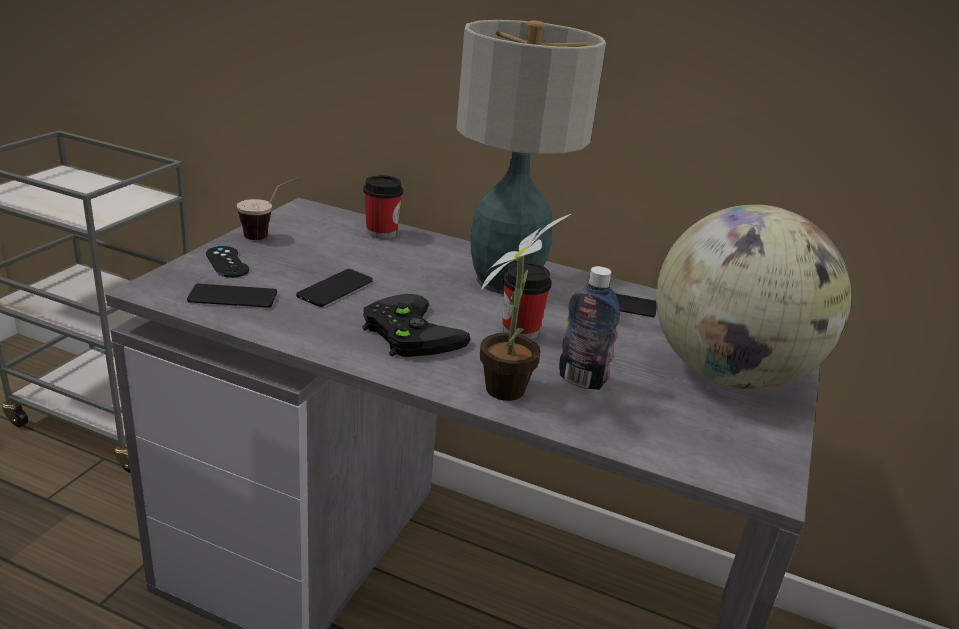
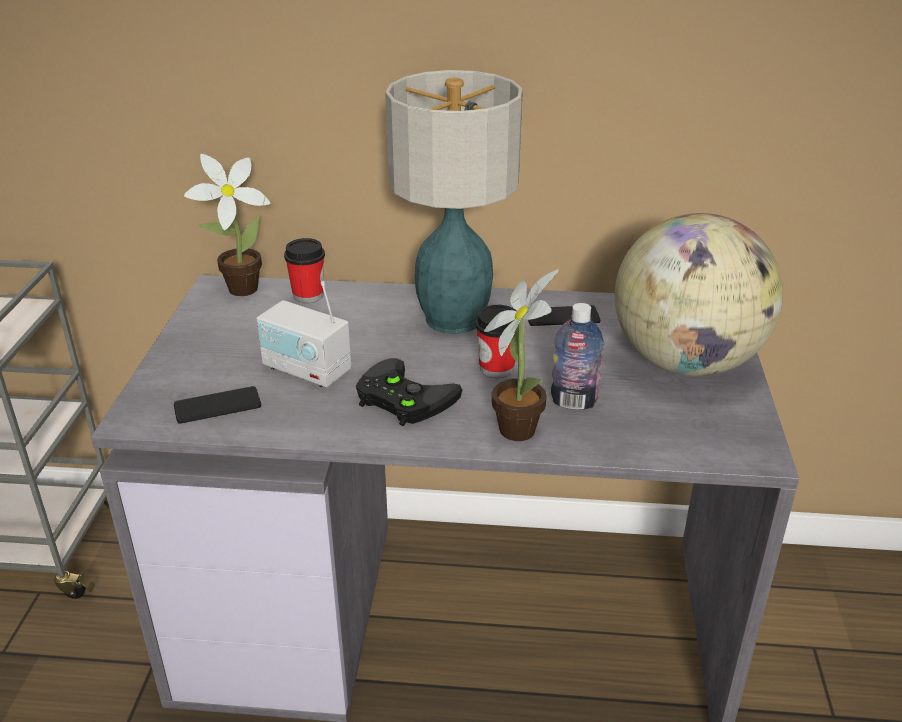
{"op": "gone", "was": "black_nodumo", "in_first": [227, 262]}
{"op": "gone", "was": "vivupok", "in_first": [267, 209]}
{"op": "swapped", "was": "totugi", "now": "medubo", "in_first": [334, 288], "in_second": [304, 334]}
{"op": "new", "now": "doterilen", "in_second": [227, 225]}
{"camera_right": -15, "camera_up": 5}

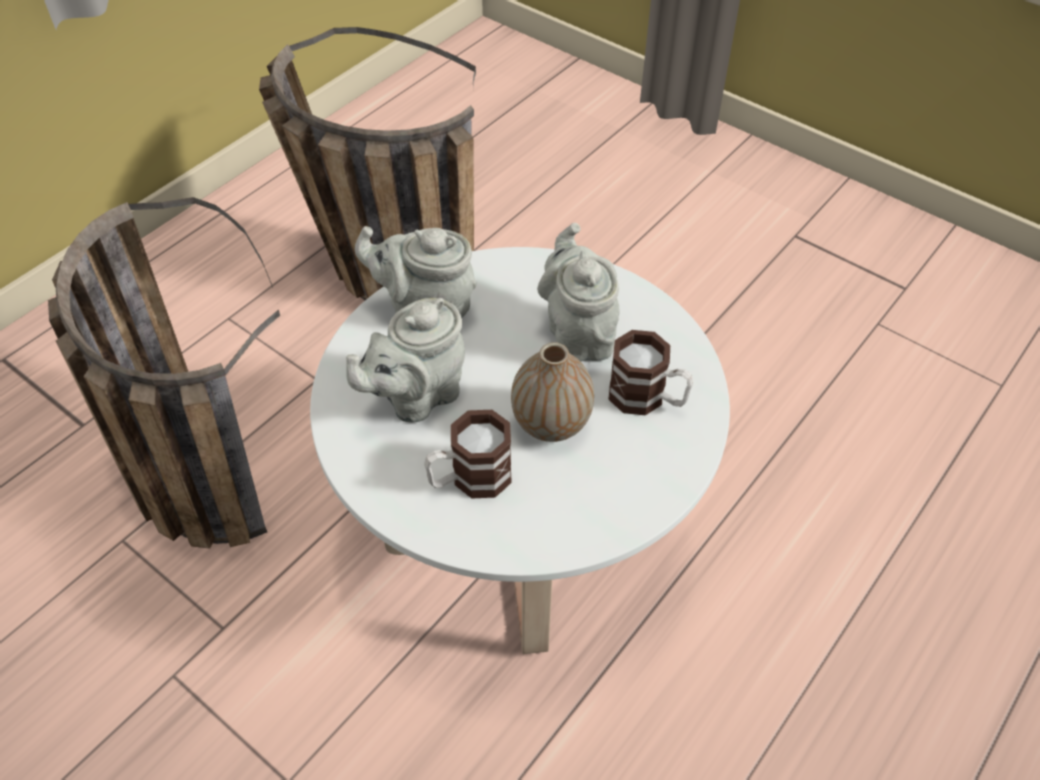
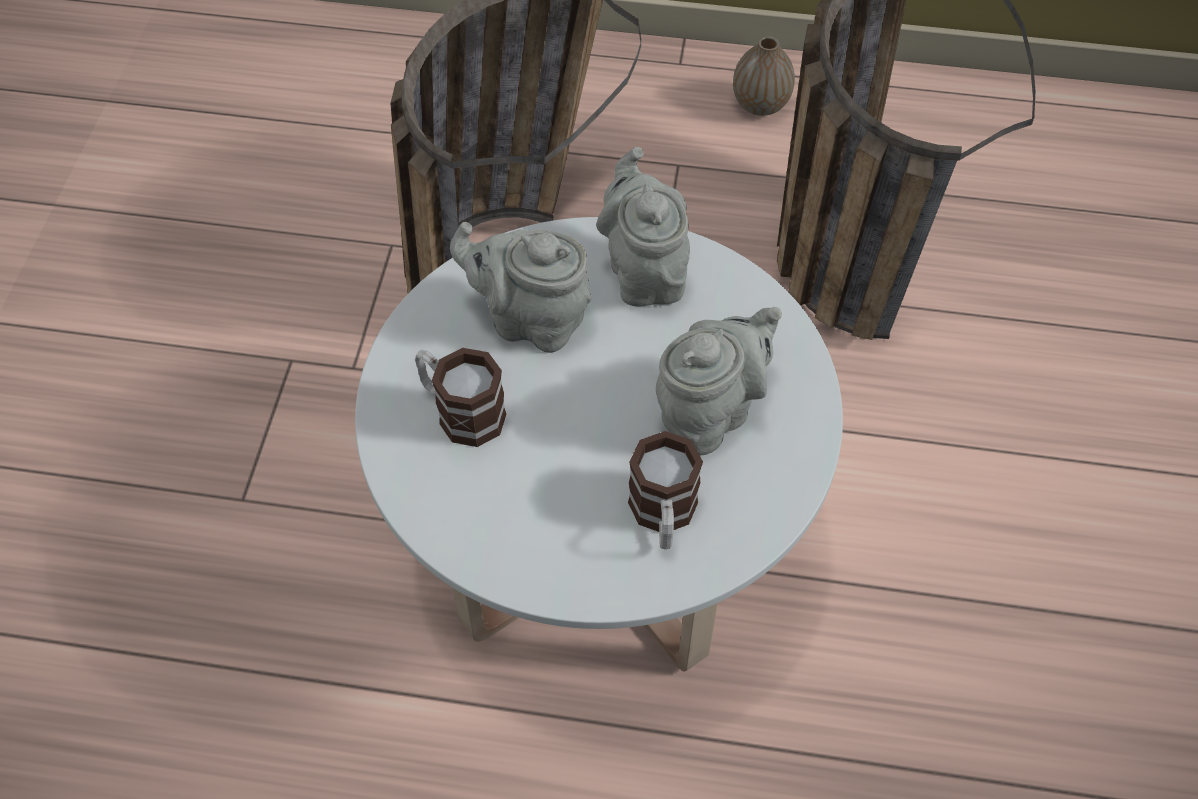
{"op": "shifted", "was": "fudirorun", "in_first": [552, 392], "in_second": [764, 76]}
{"camera_right": 60, "camera_up": 5}

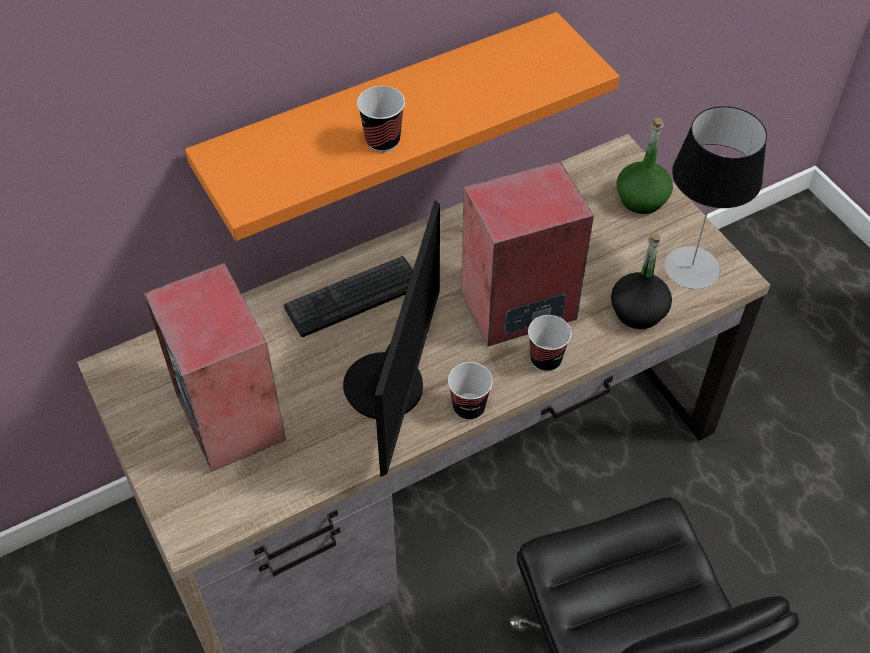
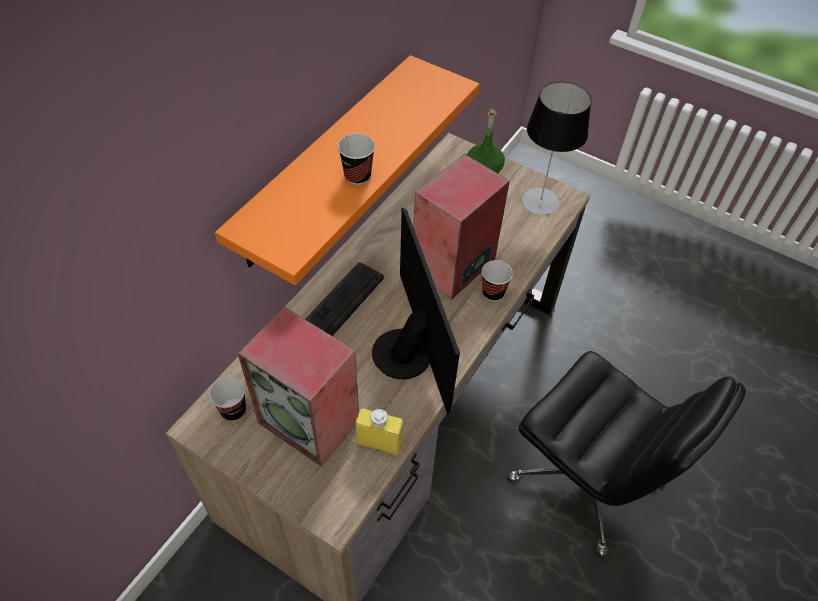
{"op": "shifted", "was": "vivupok", "in_first": [470, 391], "in_second": [227, 399]}
{"op": "gone", "was": "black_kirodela", "in_first": [641, 281]}
{"op": "new", "now": "yellow_kirodela", "in_second": [379, 431]}
{"camera_right": -30, "camera_up": 0}

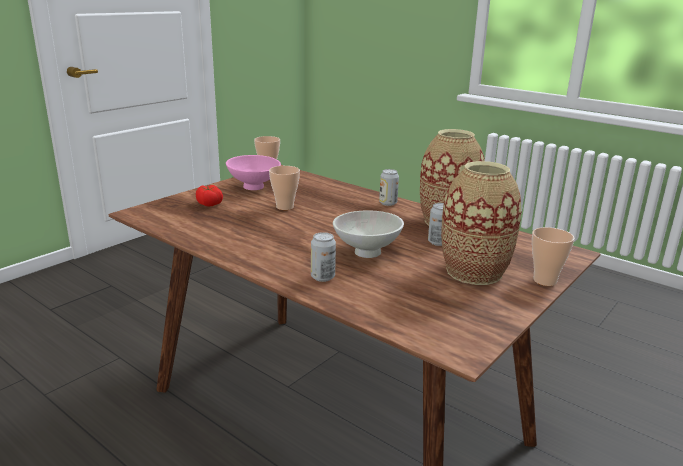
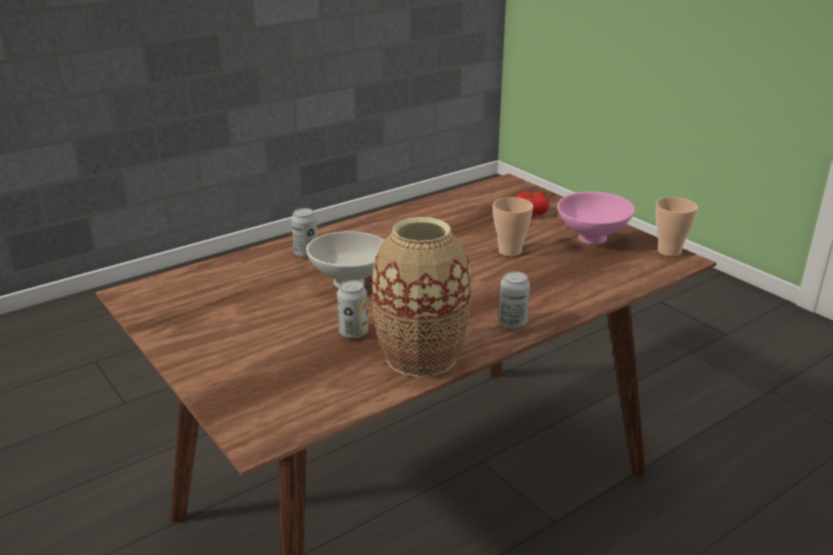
{"op": "gone", "was": "fudirorun", "in_first": [481, 223]}
{"op": "gone", "was": "vivupok", "in_first": [553, 256]}
{"camera_right": 105, "camera_up": 5}

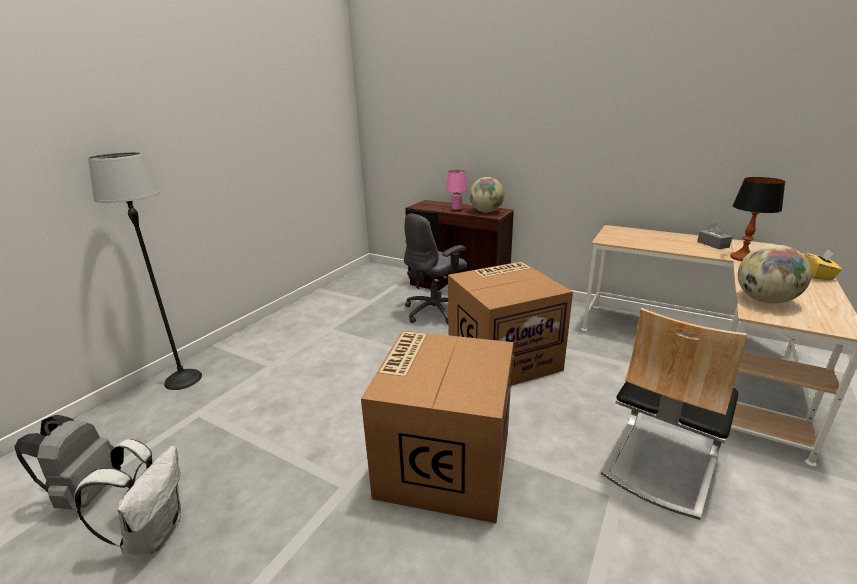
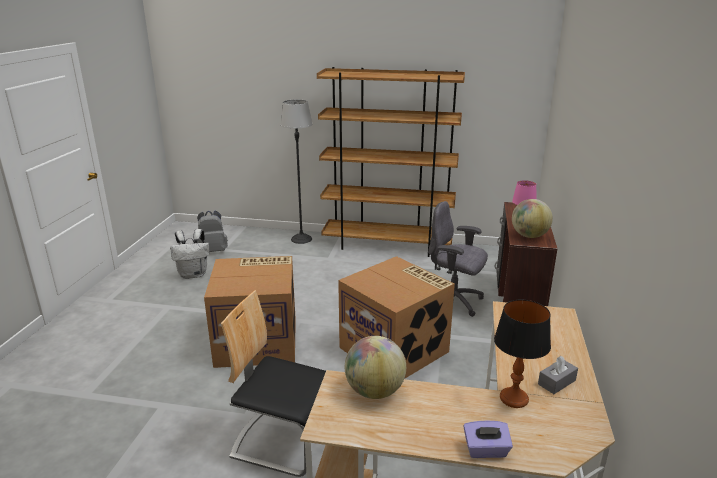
{"op": "repainted", "was": "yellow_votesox", "now": "purple_votesox", "in_first": [823, 265], "in_second": [488, 439]}
{"op": "new", "now": "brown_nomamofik", "in_second": [391, 162]}
{"camera_right": 70, "camera_up": 0}

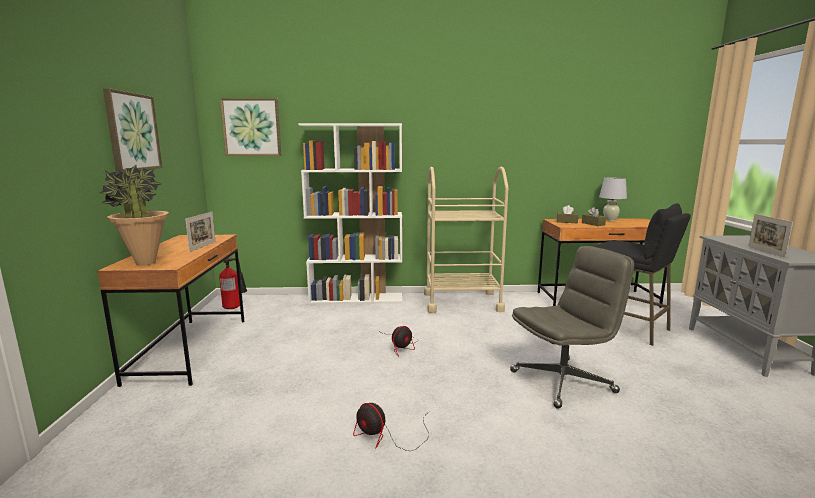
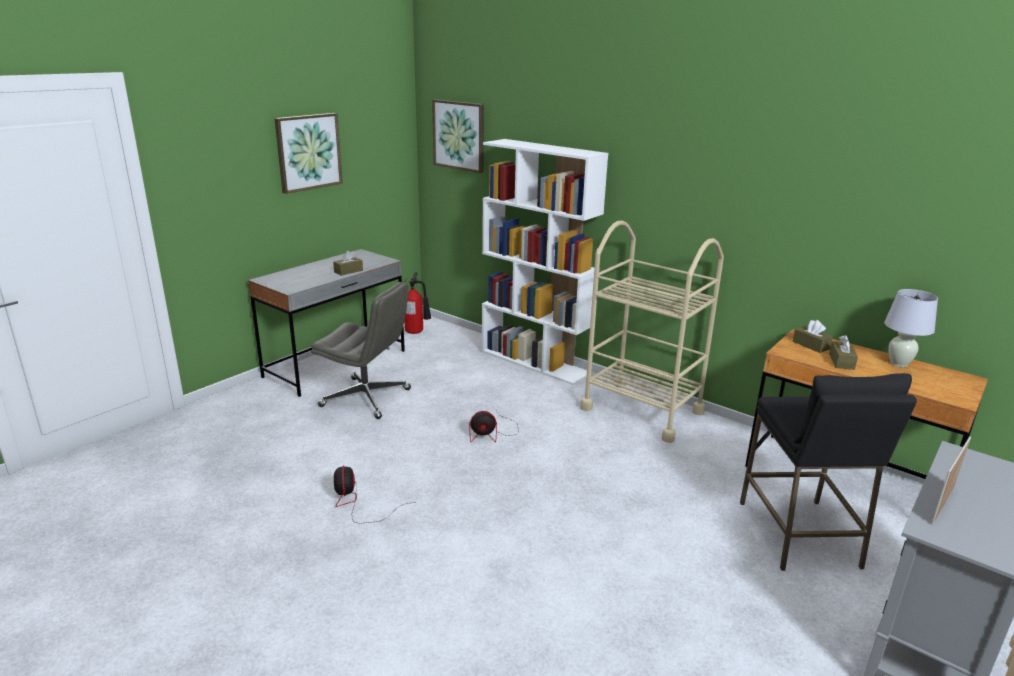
{"op": "repainted", "was": "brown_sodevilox", "now": "grey_sodevilox", "in_first": [170, 311], "in_second": [326, 323]}
{"op": "gone", "was": "doterilen", "in_first": [134, 215]}
{"op": "swapped", "was": "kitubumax", "now": "brown_votesox", "in_first": [200, 232], "in_second": [348, 263]}
{"op": "shifted", "was": "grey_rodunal", "in_first": [572, 327], "in_second": [361, 350]}
{"camera_right": 40, "camera_up": 10}

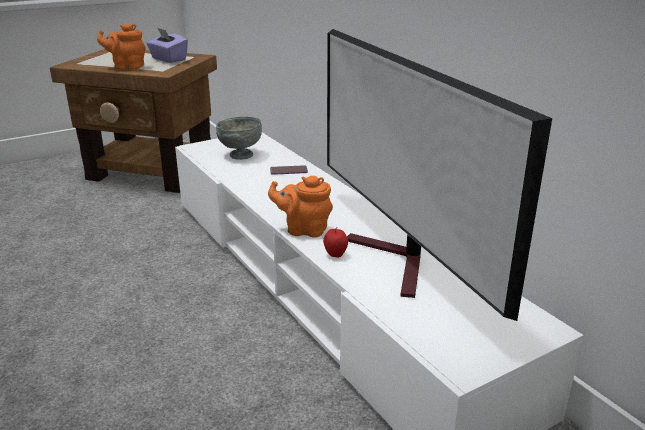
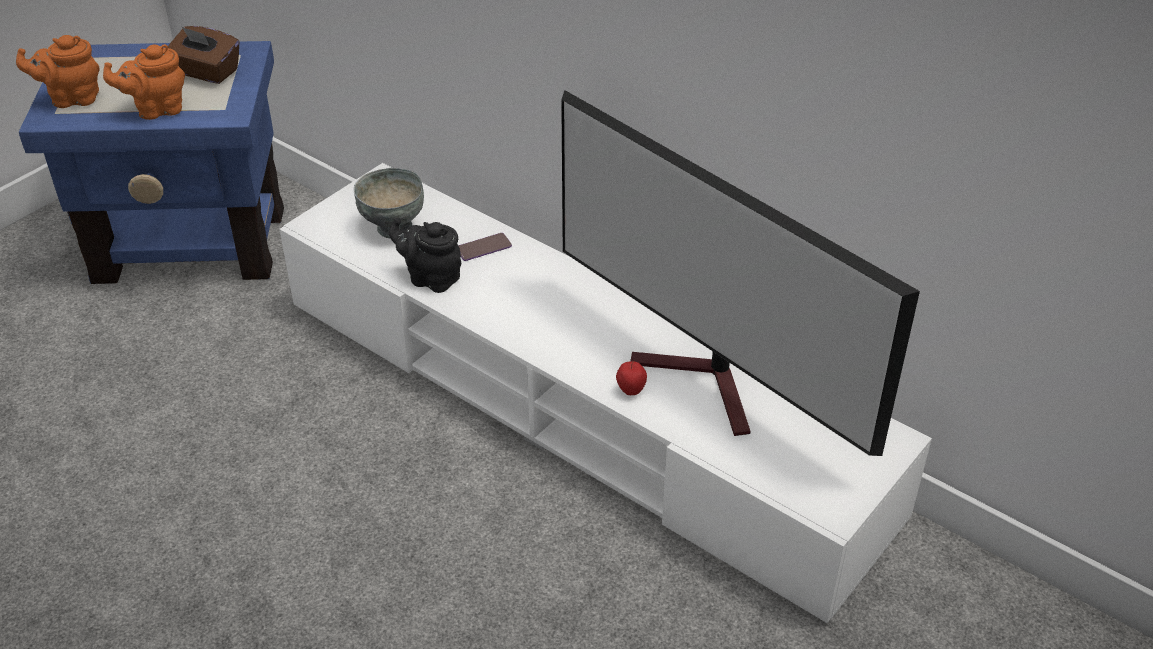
{"op": "repainted", "was": "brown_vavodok", "now": "blue_vavodok", "in_first": [133, 121], "in_second": [151, 162]}
{"op": "repainted", "was": "purple_votesox", "now": "brown_votesox", "in_first": [167, 45], "in_second": [203, 55]}
{"op": "shifted", "was": "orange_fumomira", "in_first": [300, 206], "in_second": [58, 71]}
{"op": "new", "now": "black_fumomira", "in_second": [425, 255]}
{"camera_right": -20, "camera_up": 15}

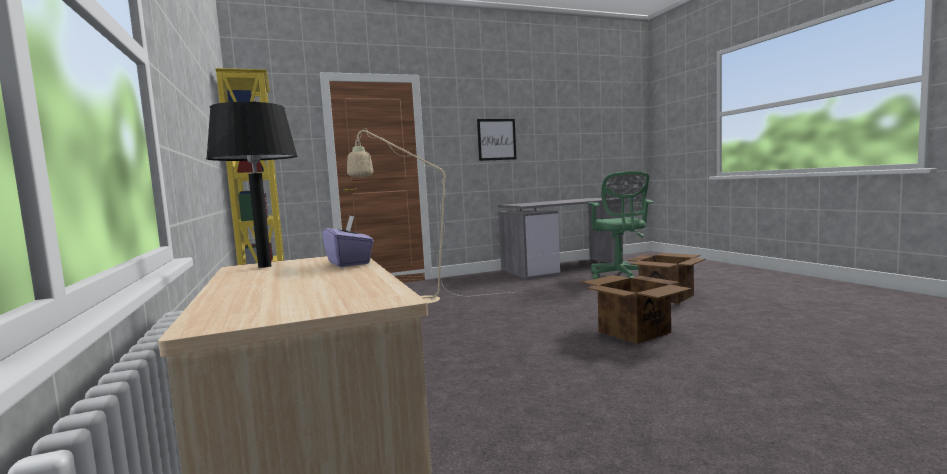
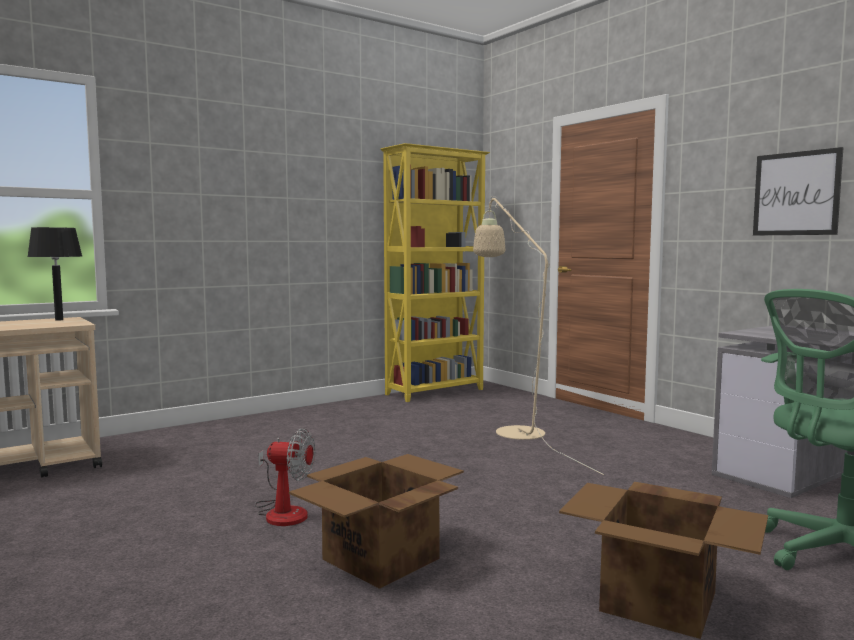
{"op": "gone", "was": "purple_votesox", "in_first": [348, 241]}
{"op": "new", "now": "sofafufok", "in_second": [285, 477]}
{"camera_right": 75, "camera_up": 0}

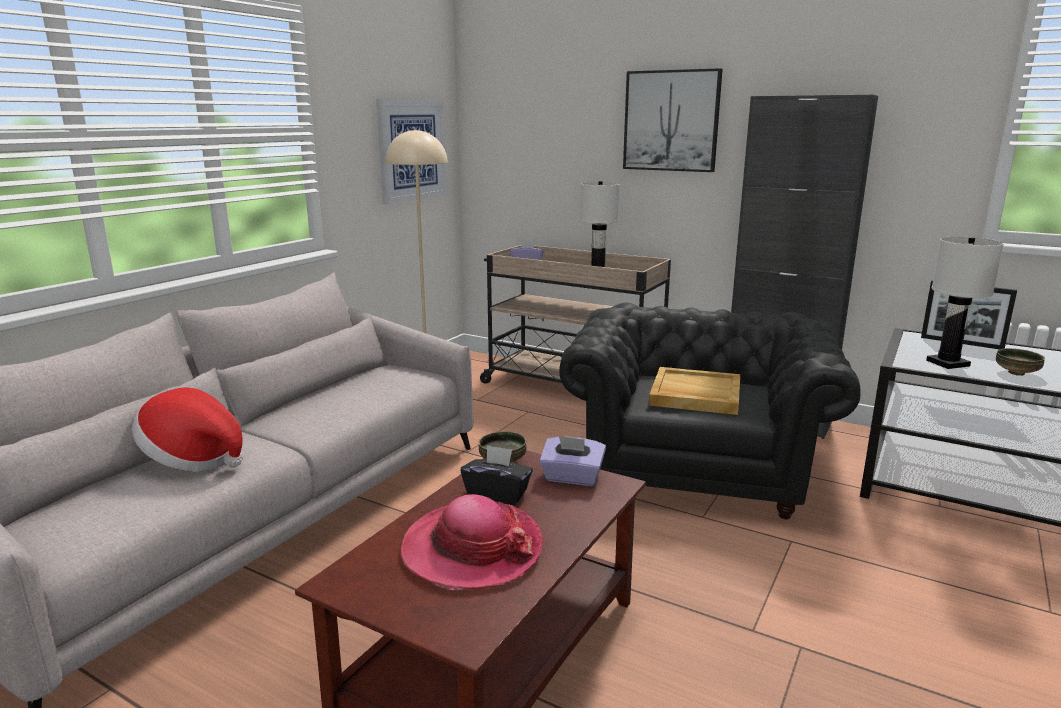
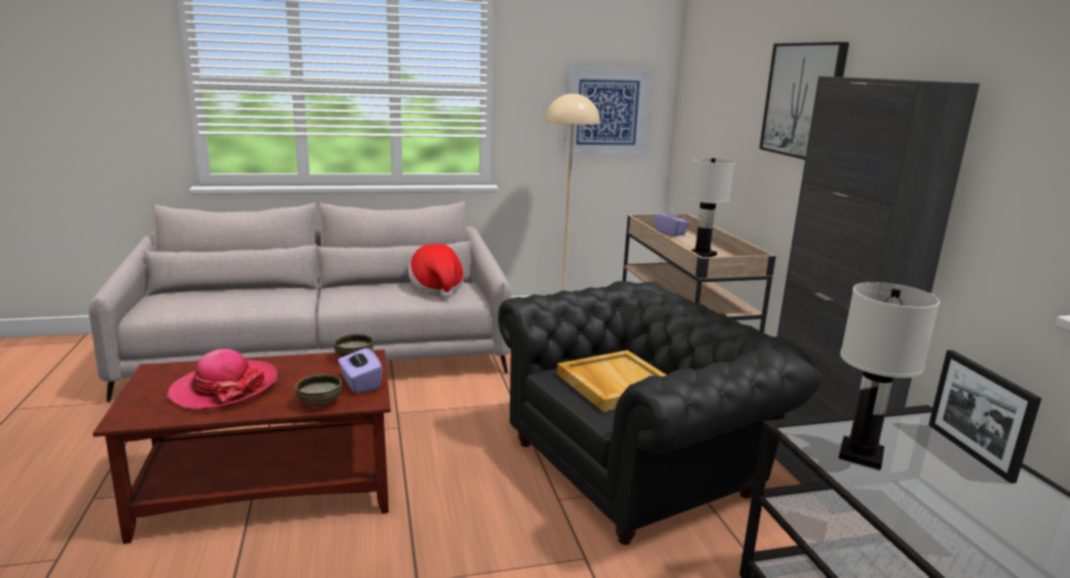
{"op": "shifted", "was": "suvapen", "in_first": [187, 429], "in_second": [436, 271]}
{"op": "gone", "was": "black_votesox", "in_first": [496, 475]}
{"op": "shifted", "was": "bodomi", "in_first": [1020, 362], "in_second": [318, 390]}
{"camera_right": 45, "camera_up": 0}

